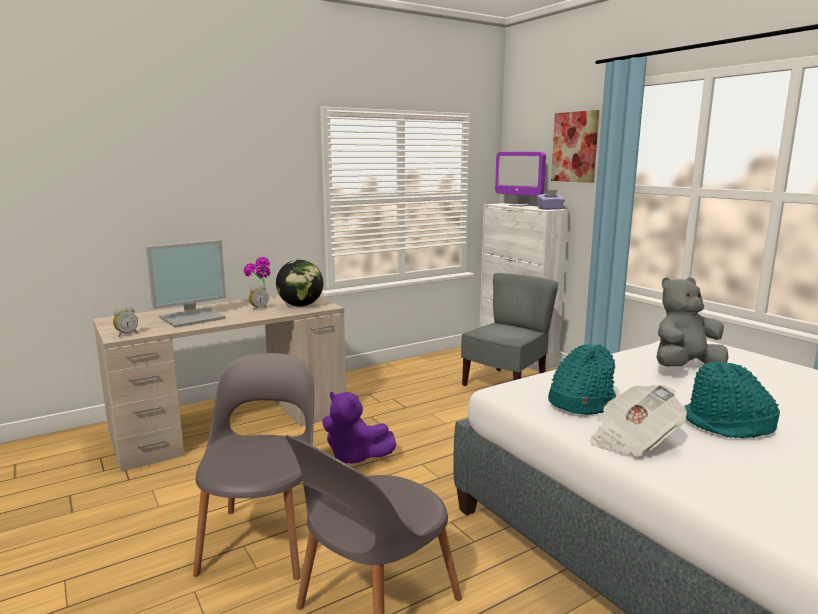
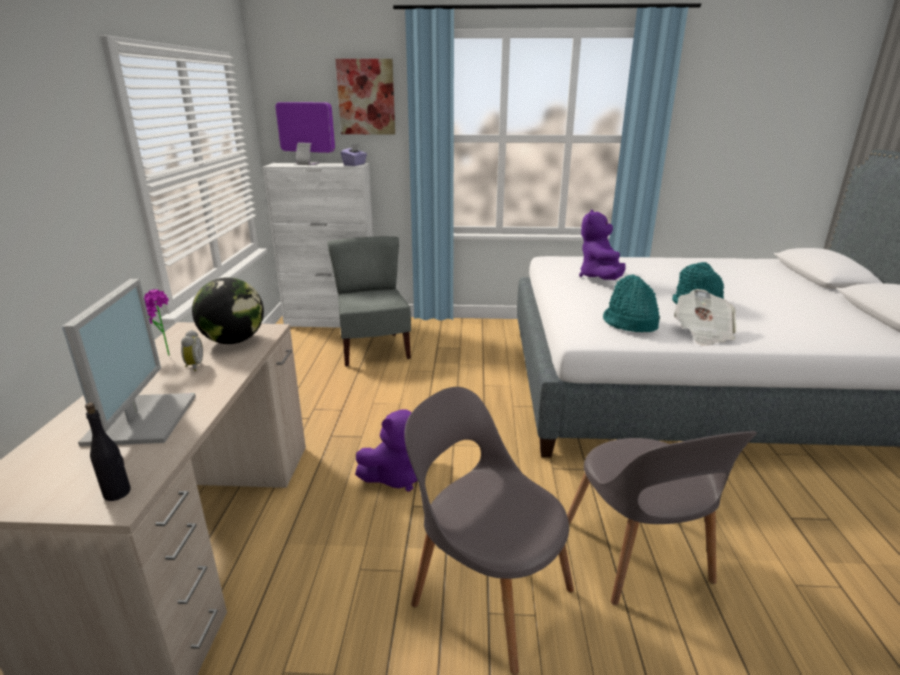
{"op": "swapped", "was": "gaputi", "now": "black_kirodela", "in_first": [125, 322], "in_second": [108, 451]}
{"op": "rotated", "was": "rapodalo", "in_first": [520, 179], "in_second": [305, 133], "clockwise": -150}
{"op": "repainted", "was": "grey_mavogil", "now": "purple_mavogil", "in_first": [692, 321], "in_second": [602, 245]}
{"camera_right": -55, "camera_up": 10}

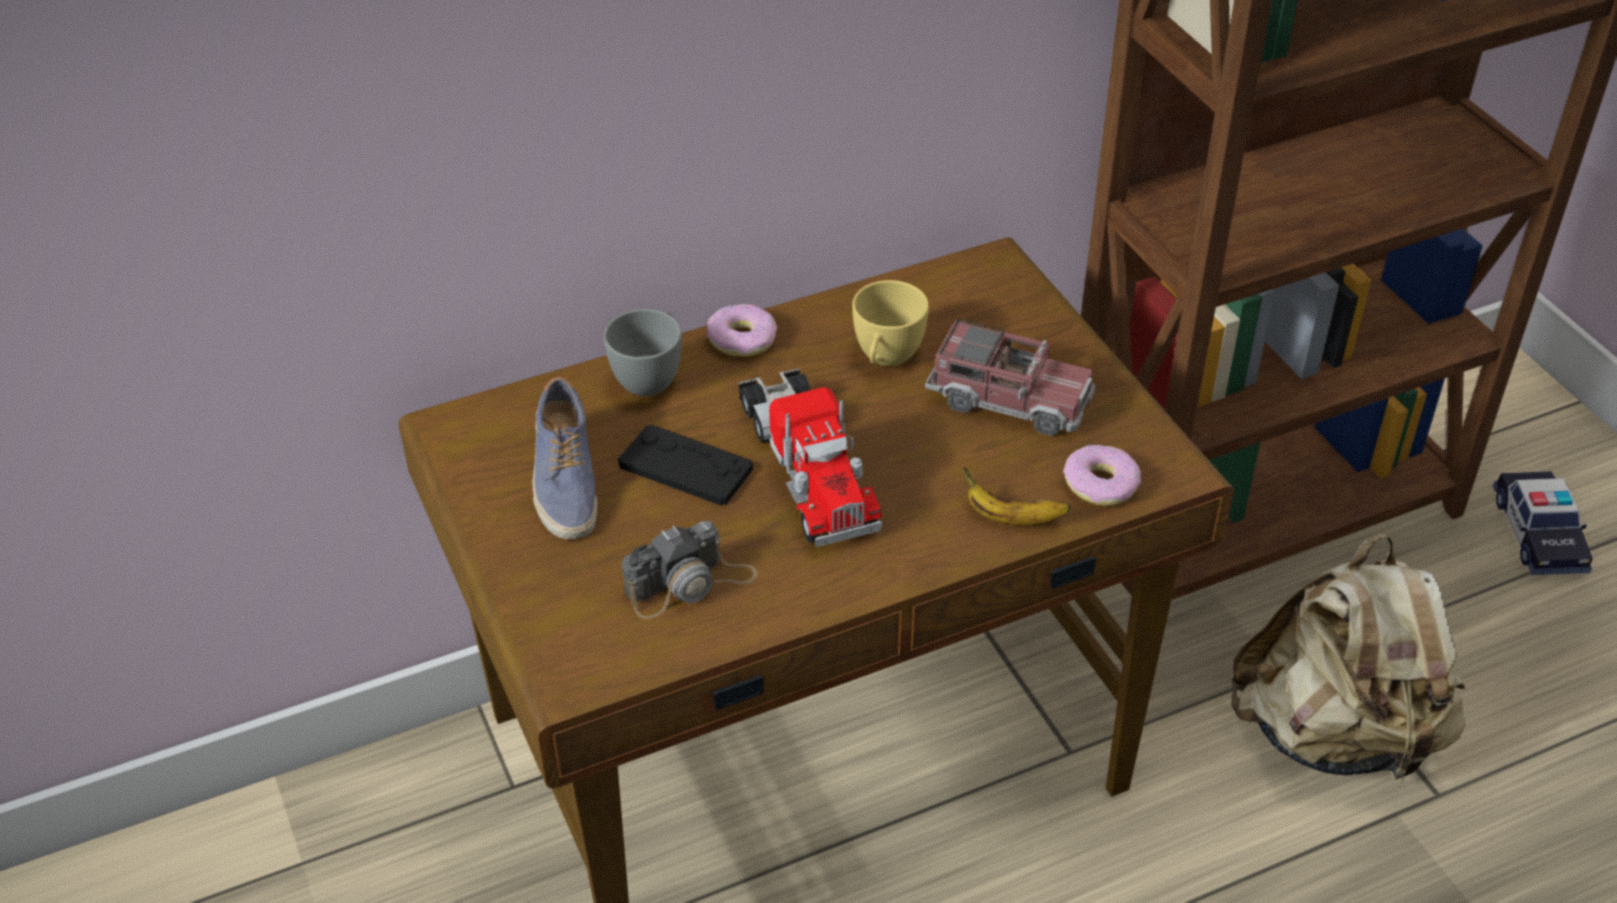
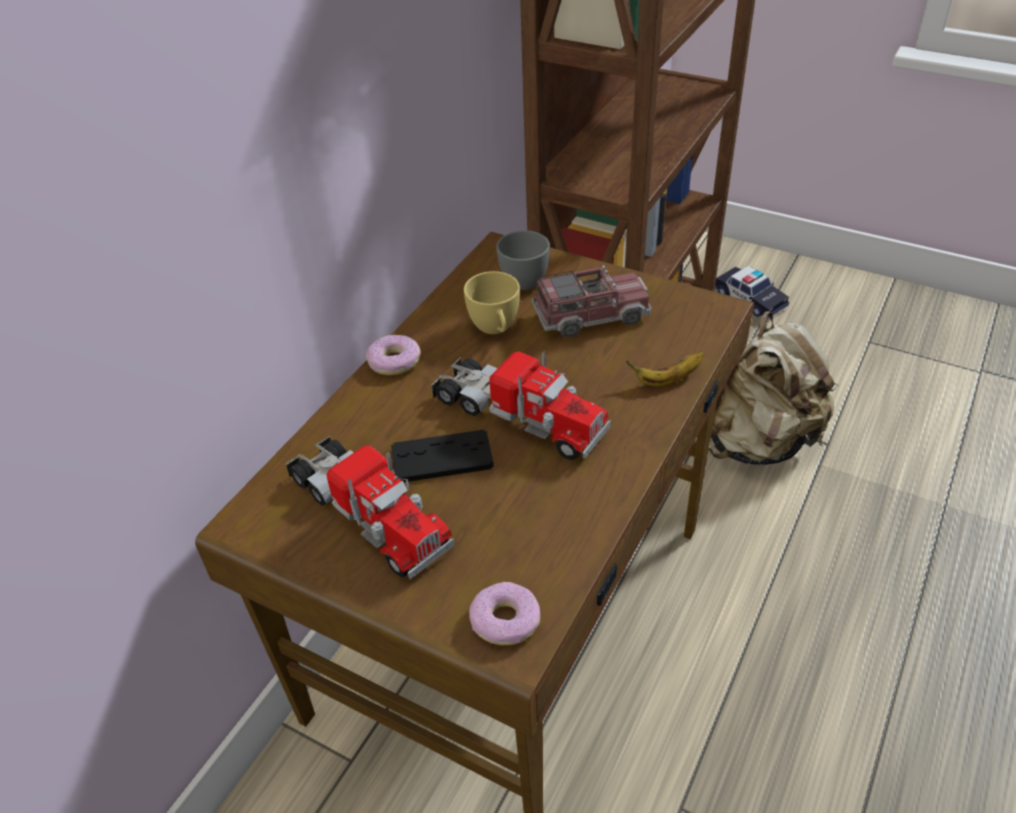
{"op": "swapped", "was": "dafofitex", "now": "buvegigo", "in_first": [564, 458], "in_second": [370, 507]}
{"op": "shifted", "was": "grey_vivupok", "in_first": [643, 352], "in_second": [523, 260]}
{"op": "gone", "was": "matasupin", "in_first": [690, 570]}
{"op": "shifted", "was": "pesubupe", "in_first": [1102, 475], "in_second": [504, 613]}
{"camera_right": -35, "camera_up": 0}

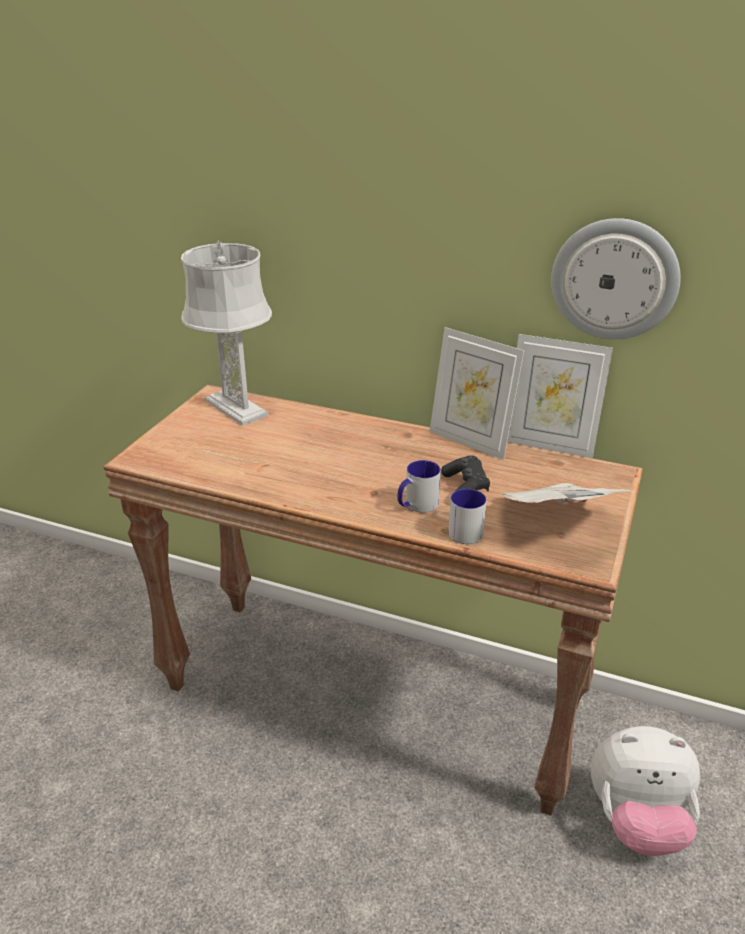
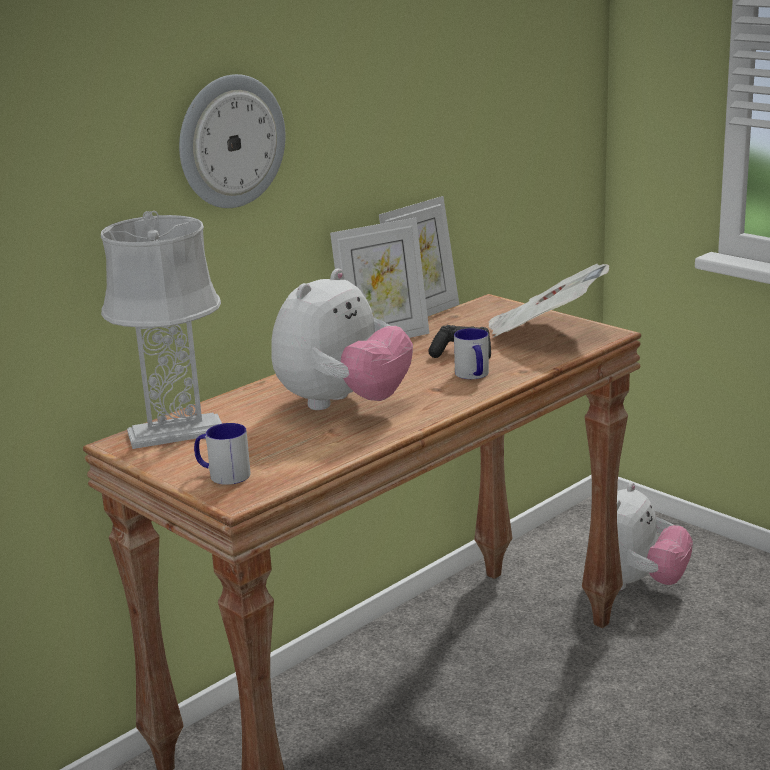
{"op": "shifted", "was": "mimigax", "in_first": [467, 516], "in_second": [222, 454]}
{"op": "shifted", "was": "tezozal", "in_first": [616, 279], "in_second": [232, 141]}
{"op": "new", "now": "mavogil", "in_second": [342, 339]}
{"camera_right": -65, "camera_up": -10}

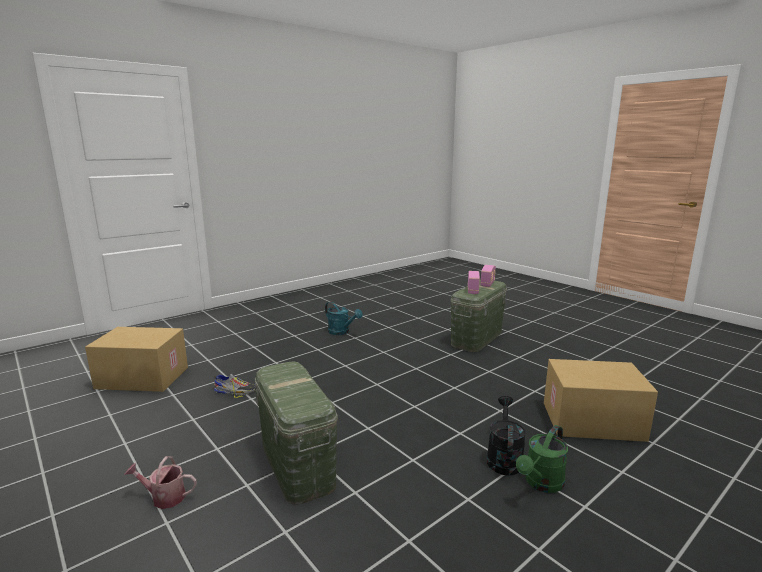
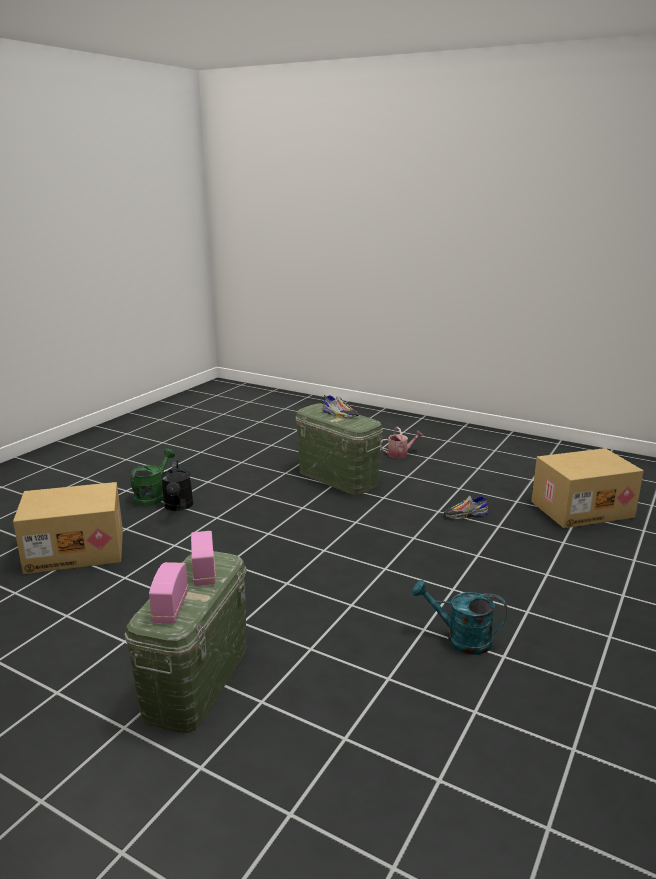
{"op": "new", "now": "dafofitex", "in_second": [340, 407]}
{"camera_right": 160, "camera_up": 5}

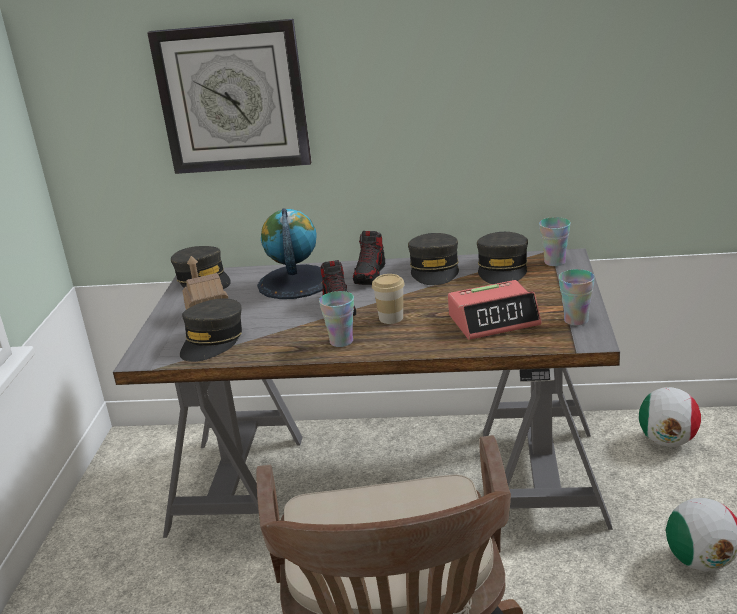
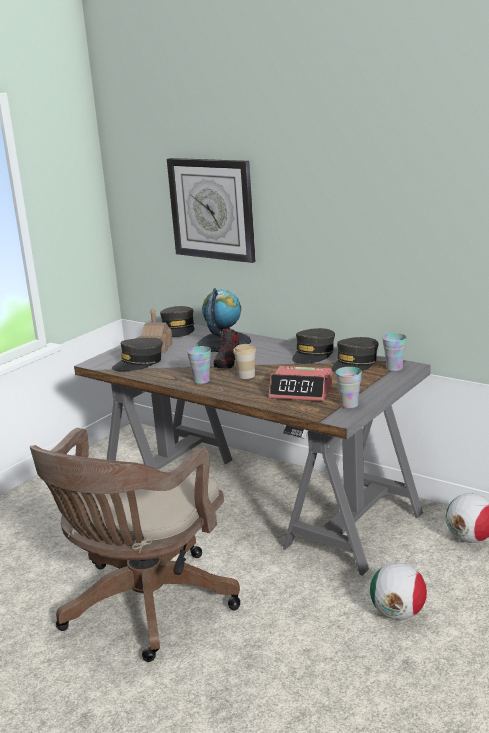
{"op": "gone", "was": "dafofitex", "in_first": [369, 258]}
{"camera_right": 30, "camera_up": -5}

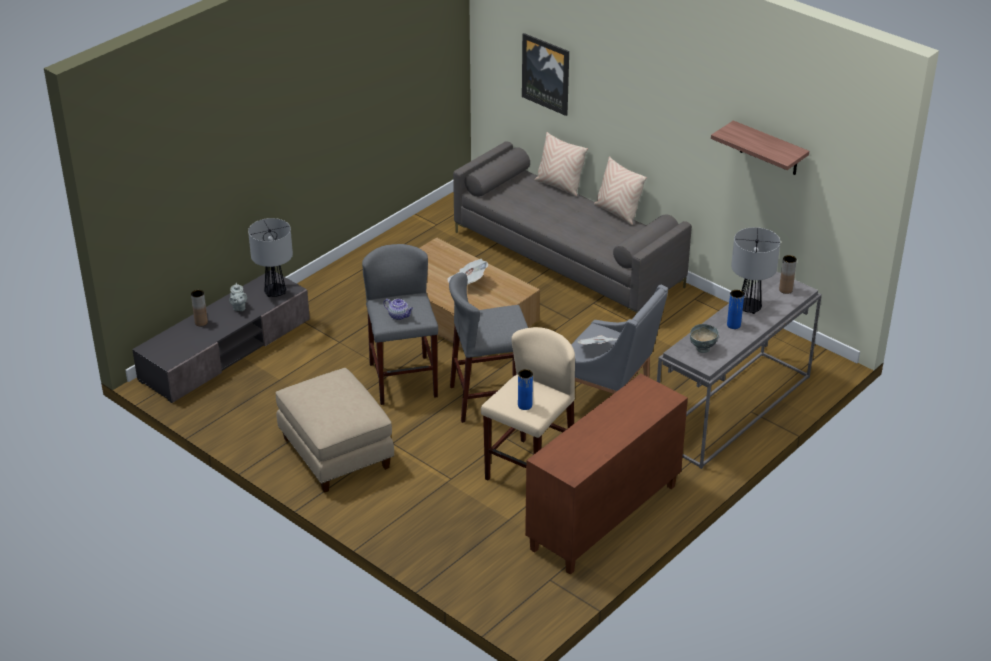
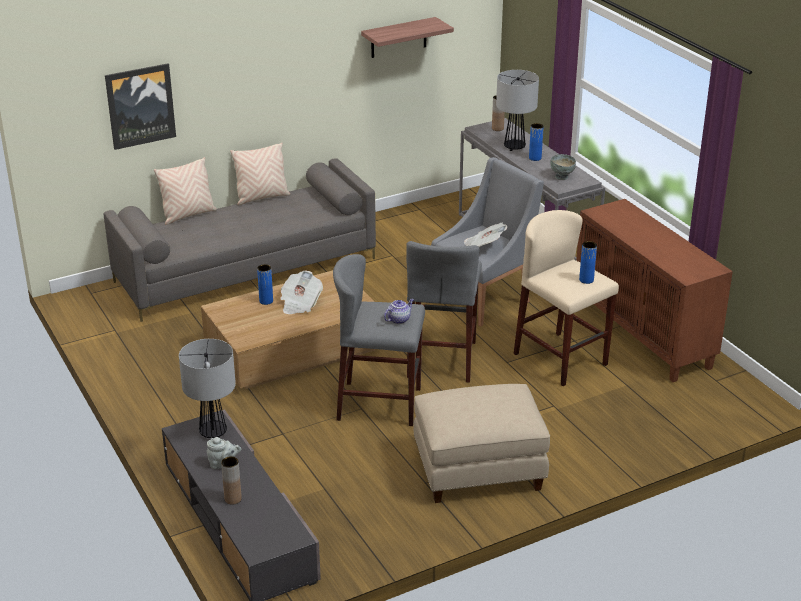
{"op": "new", "now": "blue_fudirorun", "in_second": [265, 284]}
{"camera_right": -70, "camera_up": -5}

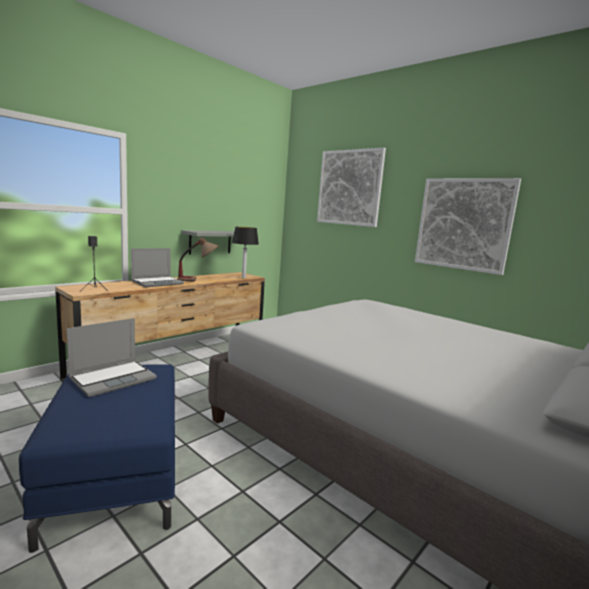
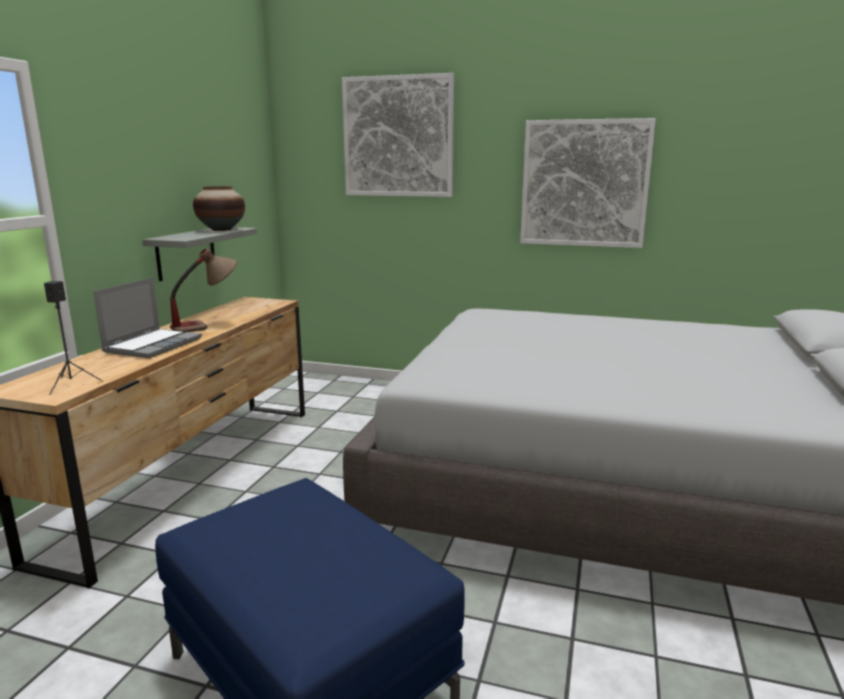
{"op": "gone", "was": "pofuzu", "in_first": [112, 357]}
{"op": "gone", "was": "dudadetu", "in_first": [245, 252]}
{"op": "new", "now": "fudirorun", "in_second": [219, 208]}
{"camera_right": -25, "camera_up": 5}

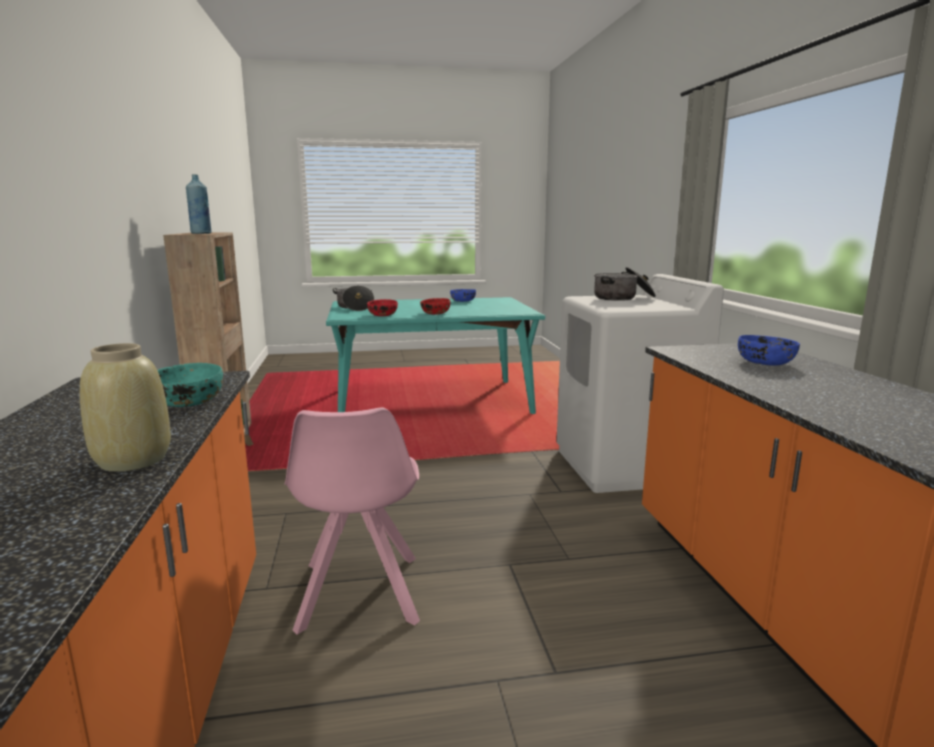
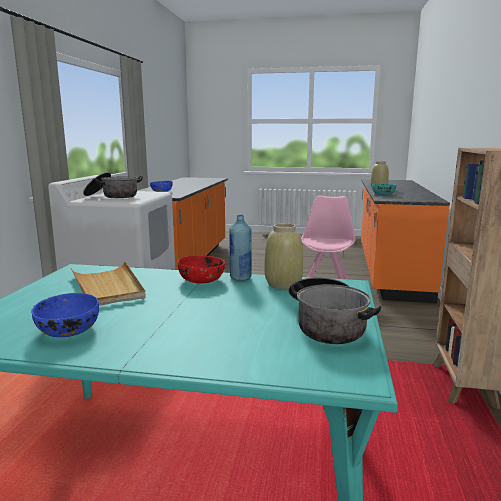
{"op": "shifted", "was": "blue_kirodela", "in_first": [199, 204], "in_second": [240, 248]}
{"op": "swapped", "was": "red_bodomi", "now": "beige_fudirorun", "in_first": [382, 307], "in_second": [283, 256]}
{"op": "new", "now": "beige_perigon", "in_second": [108, 283]}
{"camera_right": -160, "camera_up": 0}

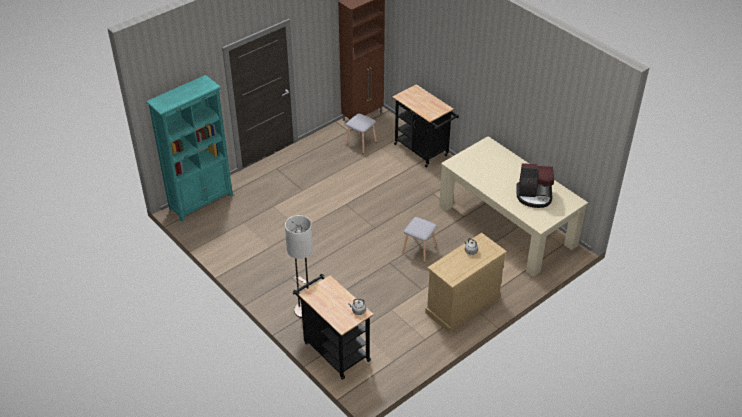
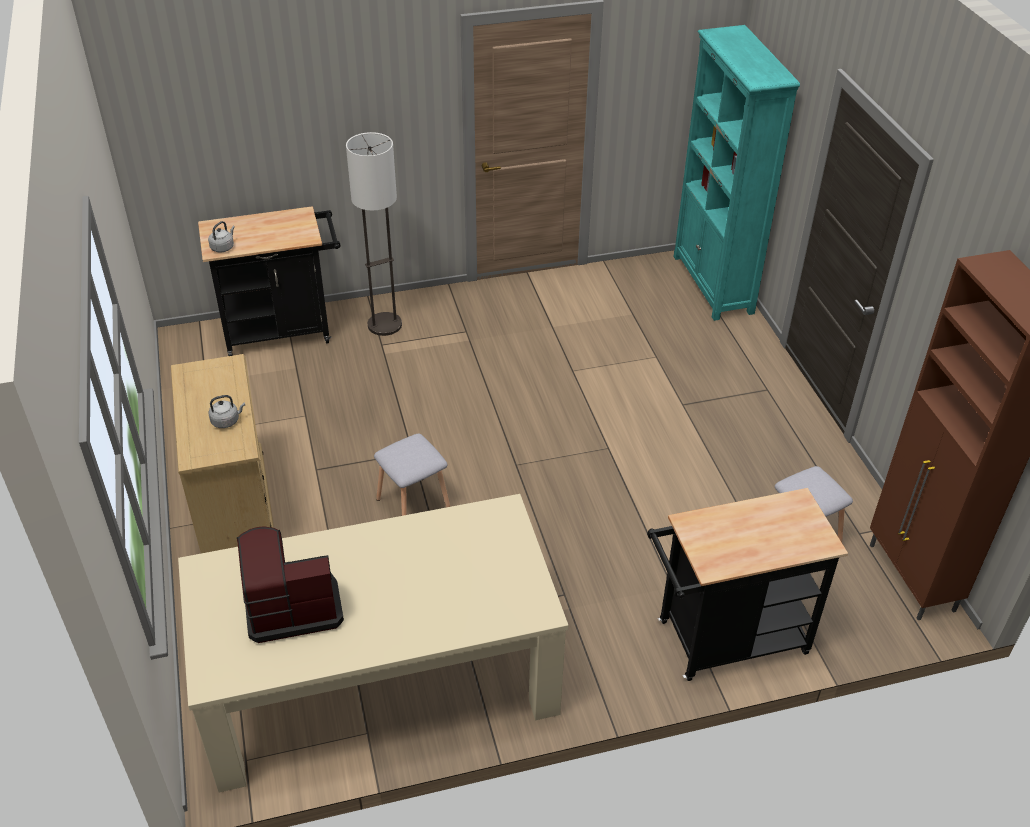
{"op": "rotated", "was": "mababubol", "in_first": [535, 185], "in_second": [290, 584], "clockwise": 45}
{"camera_right": 115, "camera_up": 0}

